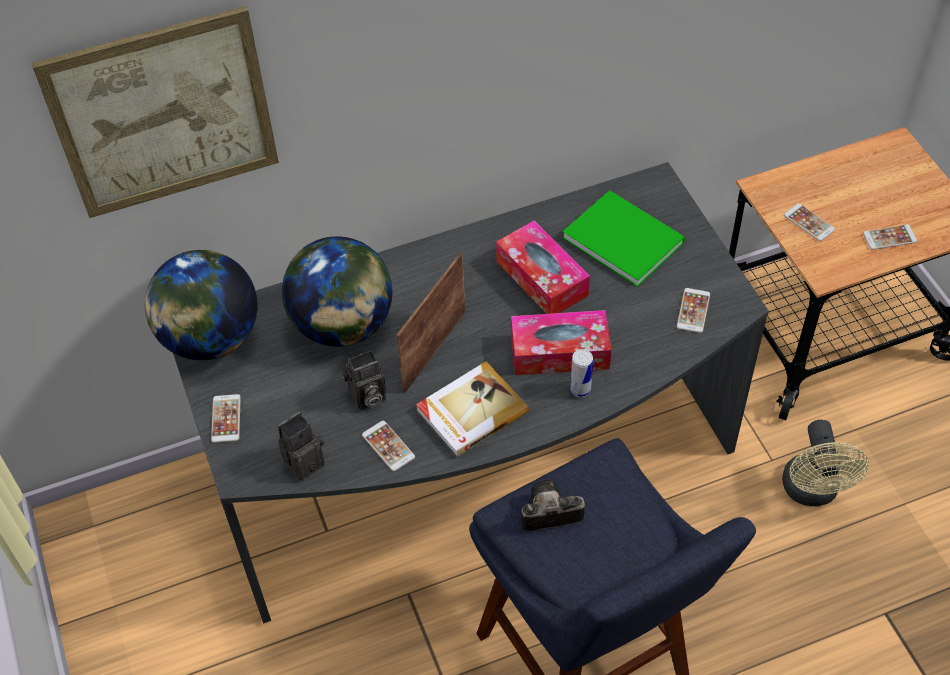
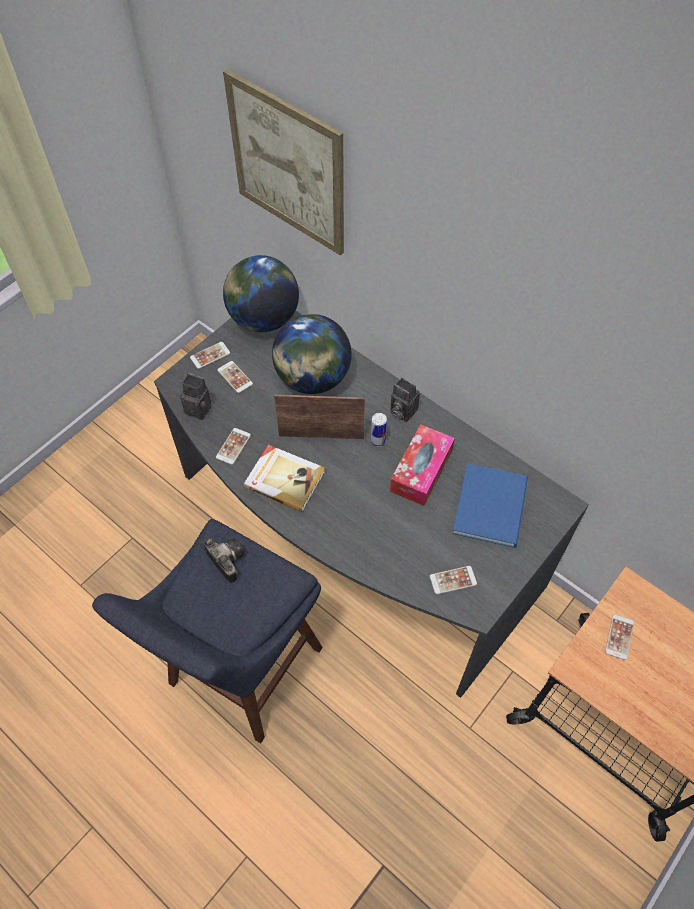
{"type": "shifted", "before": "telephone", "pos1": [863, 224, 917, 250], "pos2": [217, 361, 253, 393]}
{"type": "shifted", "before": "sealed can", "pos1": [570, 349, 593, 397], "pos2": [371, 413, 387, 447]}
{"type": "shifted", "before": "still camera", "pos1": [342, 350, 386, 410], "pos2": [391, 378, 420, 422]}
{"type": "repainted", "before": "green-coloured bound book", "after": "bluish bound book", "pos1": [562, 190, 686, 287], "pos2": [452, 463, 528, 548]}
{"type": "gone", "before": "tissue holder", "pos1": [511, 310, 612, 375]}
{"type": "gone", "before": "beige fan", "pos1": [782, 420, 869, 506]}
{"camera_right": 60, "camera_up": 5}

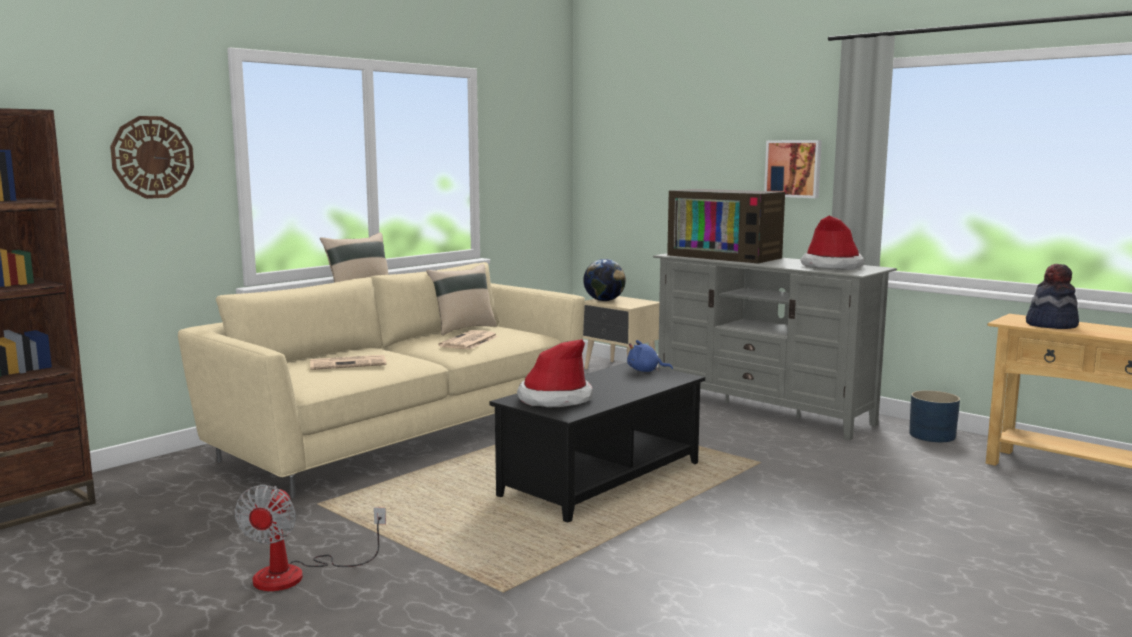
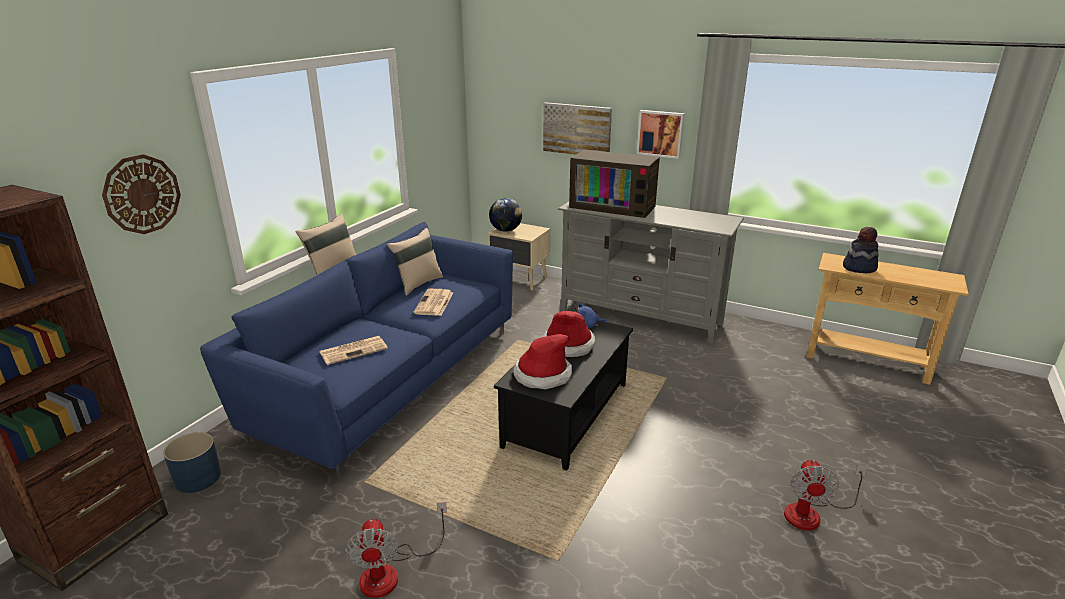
{"type": "shifted", "before": "bluish planter", "pos1": [909, 390, 960, 442], "pos2": [163, 432, 221, 493]}
{"type": "repainted", "before": "beige settee", "after": "bluish settee", "pos1": [178, 262, 585, 498], "pos2": [200, 222, 513, 478]}
{"type": "new", "after": "wall picture", "pos2": [543, 102, 612, 155]}
{"type": "shifted", "before": "hat", "pos1": [800, 215, 864, 270], "pos2": [543, 311, 595, 357]}
{"type": "new", "after": "fan", "pos2": [784, 460, 867, 530]}
{"camera_right": -15, "camera_up": 15}

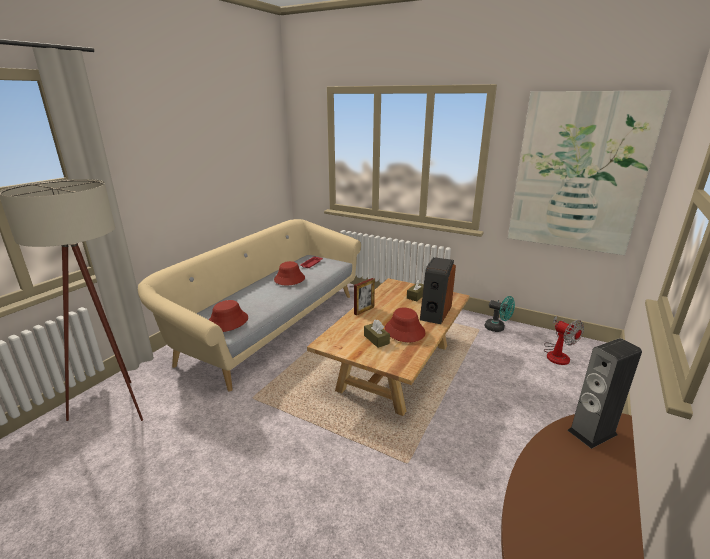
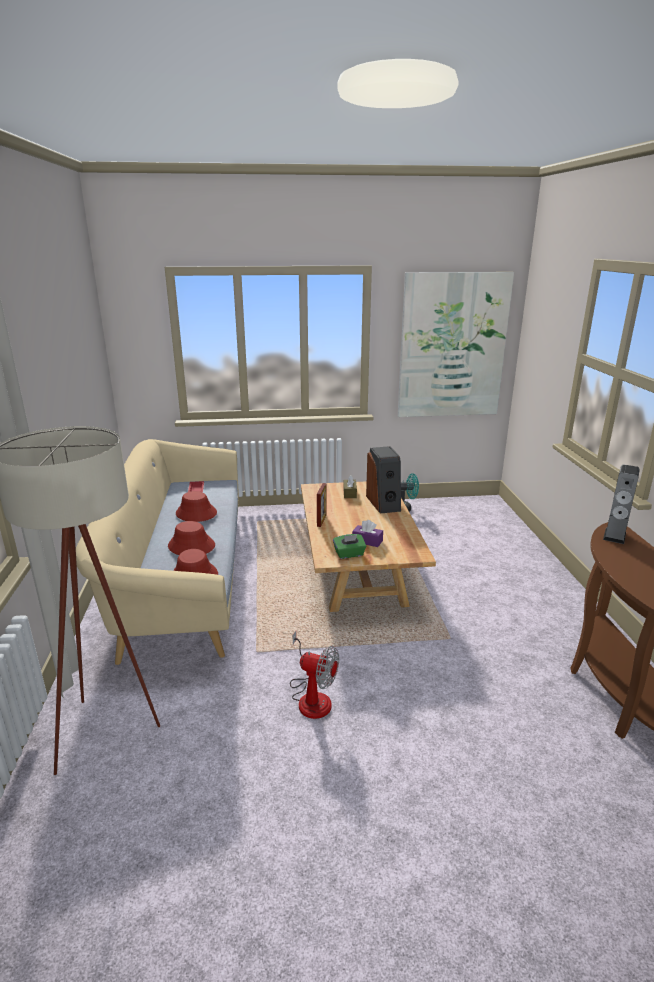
{"type": "shifted", "before": "red-coloured hat", "pos1": [385, 308, 425, 342], "pos2": [168, 521, 215, 555]}
{"type": "shifted", "before": "fan", "pos1": [544, 316, 584, 365], "pos2": [290, 631, 339, 719]}
{"type": "new", "after": "green-coloured tissue holder", "pos2": [333, 534, 367, 559]}
{"type": "repainted", "before": "brownish tissue holder", "after": "purple tissue holder", "pos1": [364, 319, 390, 348], "pos2": [352, 520, 383, 547]}
{"camera_right": -35, "camera_up": 0}

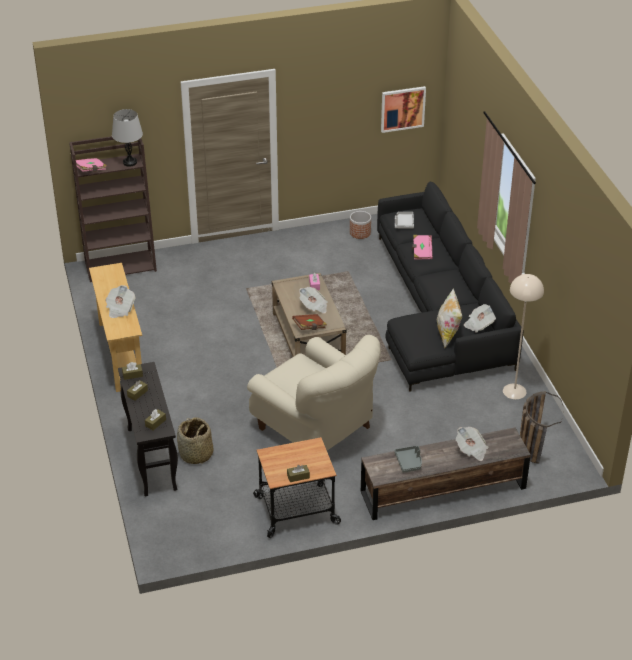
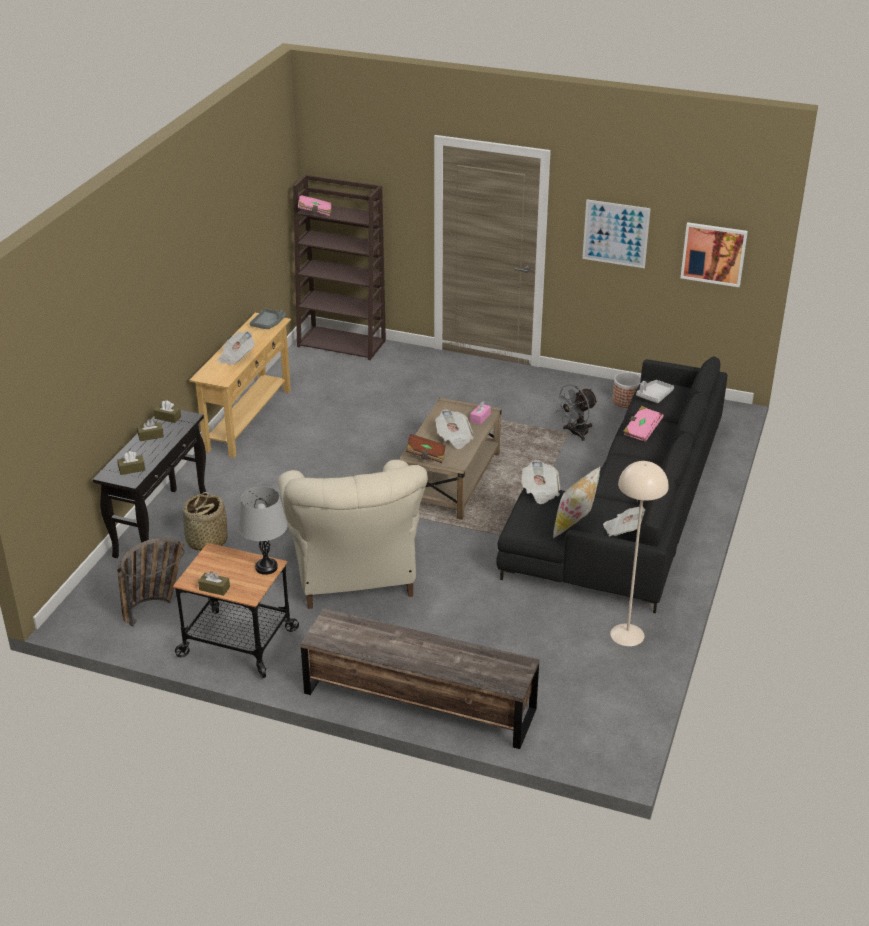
{"type": "shifted", "before": "storage basket", "pos1": [520, 391, 563, 464], "pos2": [117, 537, 185, 627]}
{"type": "shifted", "before": "gray lamp for a table", "pos1": [112, 109, 143, 167], "pos2": [238, 486, 288, 575]}
{"type": "shifted", "before": "gray carrying tray", "pos1": [394, 446, 422, 473], "pos2": [250, 308, 286, 329]}
{"type": "shifted", "before": "newspaper", "pos1": [456, 427, 488, 461], "pos2": [521, 460, 560, 504]}
{"type": "new", "after": "gray fan", "pos2": [554, 384, 598, 441]}
{"type": "new", "after": "wall picture", "pos2": [582, 199, 651, 268]}
{"camera_right": 35, "camera_up": -5}

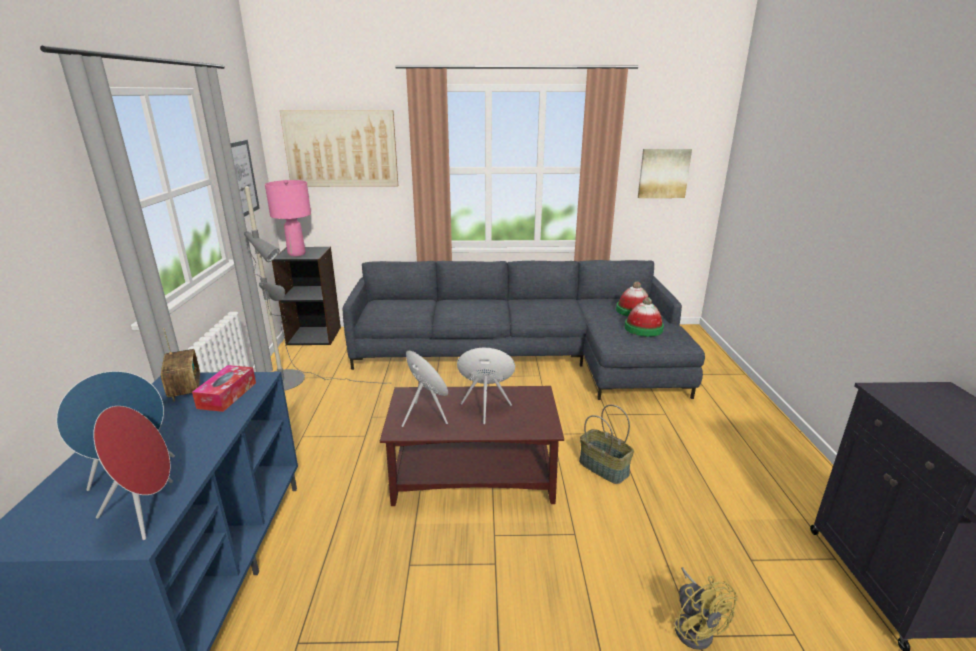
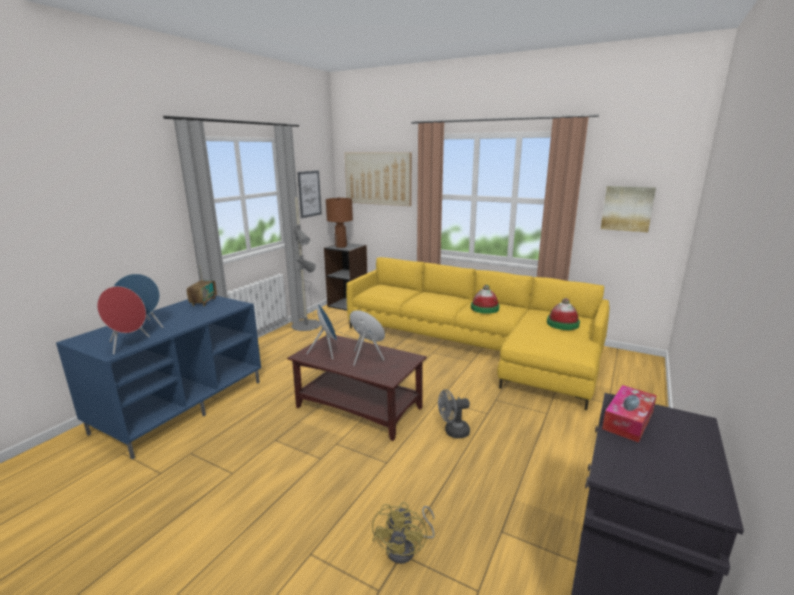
{"type": "repainted", "before": "pinkish lamp for a table", "after": "brownish lamp for a table", "pos1": [265, 180, 311, 256], "pos2": [326, 197, 353, 248]}
{"type": "repainted", "before": "gray settee", "after": "yellowish settee", "pos1": [343, 260, 705, 400], "pos2": [346, 257, 610, 410]}
{"type": "swapped", "before": "storage basket", "after": "gray fan", "pos1": [579, 405, 634, 484], "pos2": [438, 389, 470, 439]}
{"type": "shifted", "before": "hat", "pos1": [625, 297, 664, 337], "pos2": [471, 285, 499, 314]}
{"type": "shifted", "before": "tissue holder", "pos1": [192, 365, 256, 412], "pos2": [602, 385, 657, 443]}
{"camera_right": 30, "camera_up": -5}

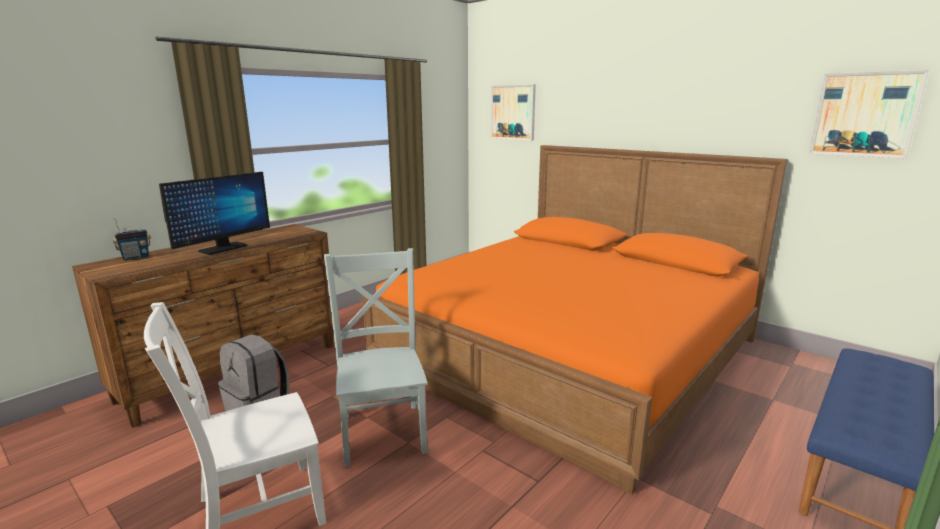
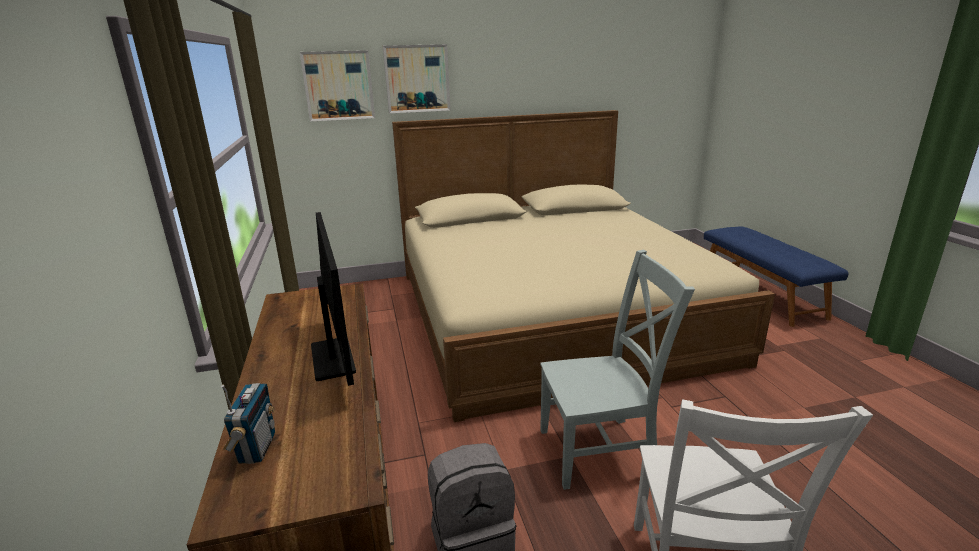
{"type": "shifted", "before": "wall picture", "pos1": [809, 70, 929, 159], "pos2": [383, 44, 450, 113]}
{"type": "repainted", "before": "orange sleeping bed", "after": "beige sleeping bed", "pos1": [362, 145, 787, 495], "pos2": [392, 110, 775, 422]}
{"type": "rotated", "before": "gray upright chair", "pos1": [324, 248, 428, 467], "pos2": [540, 250, 695, 490], "turn": 150}
{"camera_right": -55, "camera_up": 5}

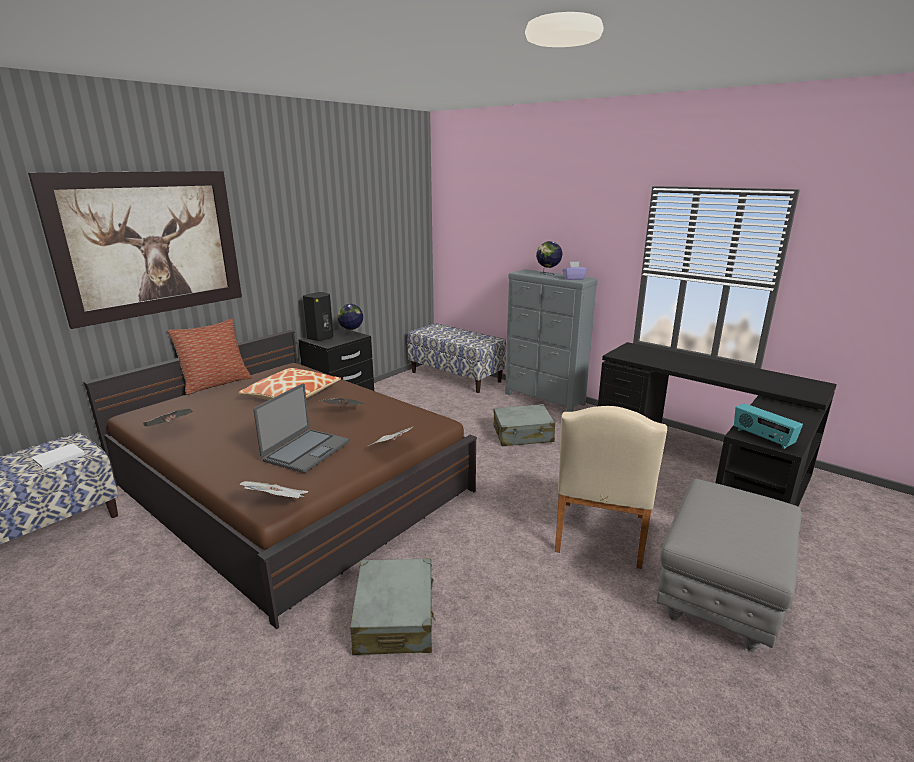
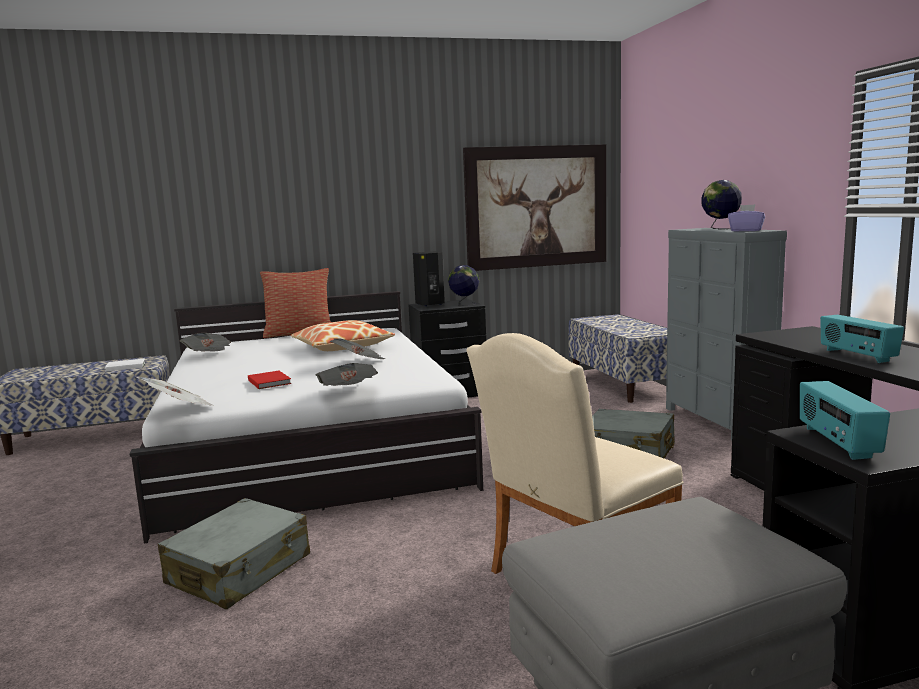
{"type": "repainted", "before": "brownish sleeping bed", "after": "white-coloured sleeping bed", "pos1": [83, 330, 477, 629], "pos2": [129, 291, 483, 543]}
{"type": "swapped", "before": "notebook computer", "after": "red-coloured bound book", "pos1": [253, 384, 349, 473], "pos2": [248, 371, 292, 389]}
{"type": "shifted", "before": "wall picture", "pos1": [28, 171, 242, 329], "pos2": [463, 144, 606, 271]}
{"type": "new", "after": "radio set", "pos2": [820, 315, 904, 363]}
{"camera_right": 35, "camera_up": -10}

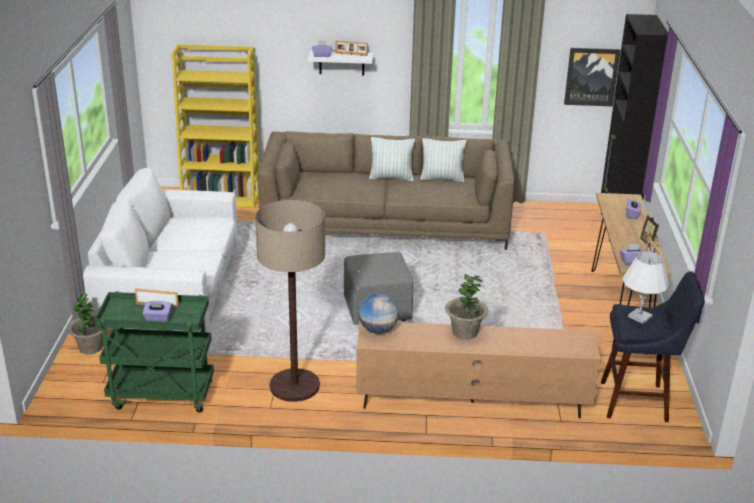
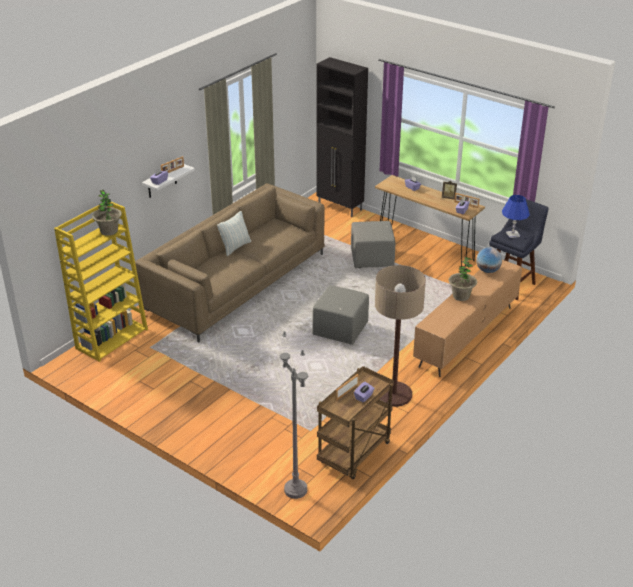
{"type": "shifted", "before": "potted plant", "pos1": [68, 293, 107, 354], "pos2": [92, 190, 122, 236]}
{"type": "new", "after": "gray floor lamp", "pos2": [280, 331, 308, 499]}
{"type": "repainted", "before": "green-coloured trolley", "after": "brownish trolley", "pos1": [94, 291, 214, 413], "pos2": [317, 366, 394, 479]}
{"type": "new", "after": "gray footrest", "pos2": [351, 221, 395, 268]}
{"type": "shifted", "before": "desk globe", "pos1": [358, 293, 399, 334], "pos2": [476, 247, 502, 273]}
{"type": "repainted", "before": "white-coloured lamp for a table", "after": "bluish lamp for a table", "pos1": [622, 252, 669, 324], "pos2": [502, 195, 530, 238]}
{"type": "gone", "before": "white-coloured settee", "pos1": [83, 168, 238, 332]}
{"type": "gone", "before": "throw pillow", "pos1": [420, 138, 467, 183]}
{"type": "gone", "before": "wall picture", "pos1": [564, 48, 621, 106]}
{"camera_right": -55, "camera_up": 5}

